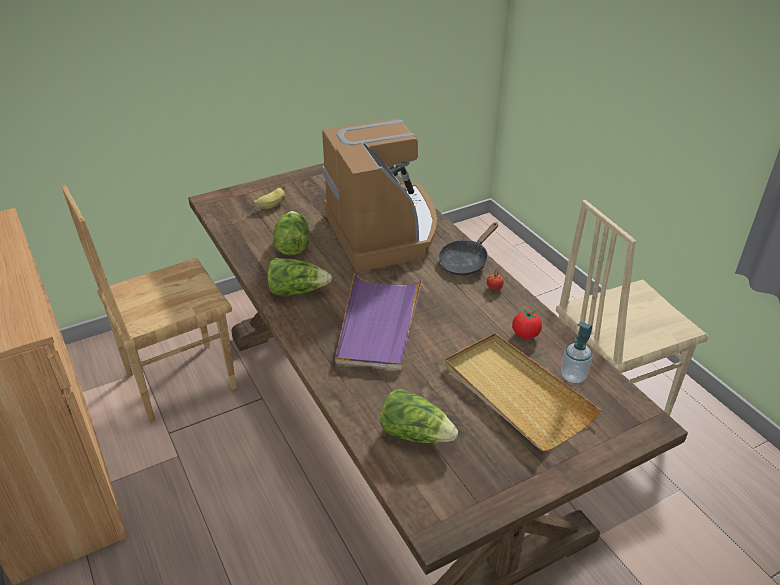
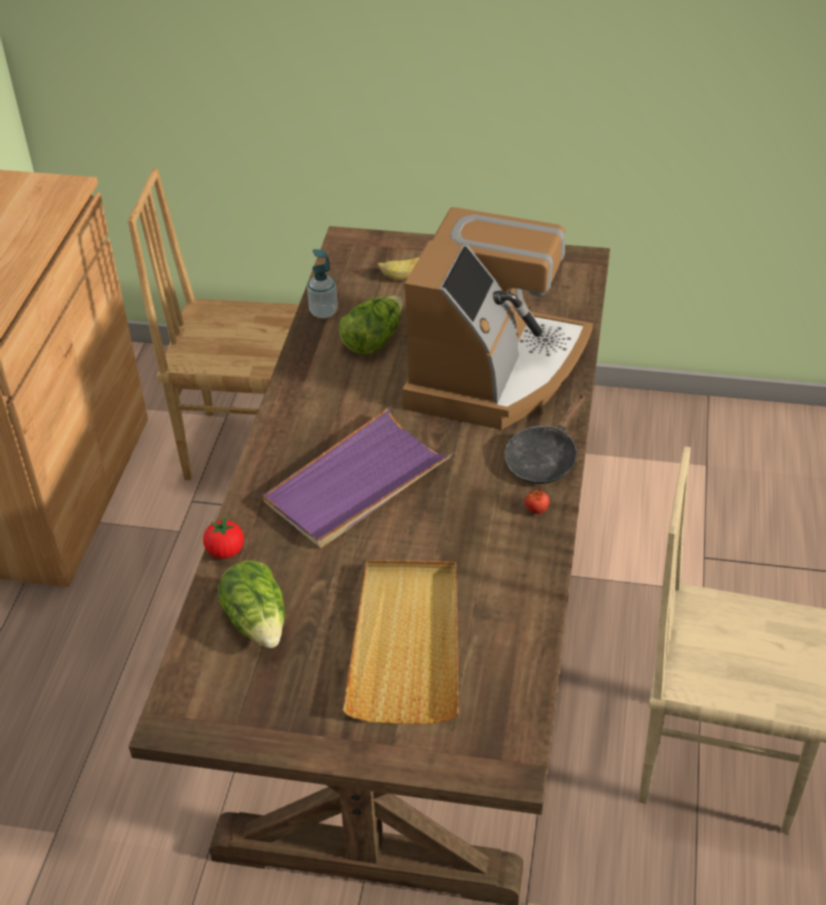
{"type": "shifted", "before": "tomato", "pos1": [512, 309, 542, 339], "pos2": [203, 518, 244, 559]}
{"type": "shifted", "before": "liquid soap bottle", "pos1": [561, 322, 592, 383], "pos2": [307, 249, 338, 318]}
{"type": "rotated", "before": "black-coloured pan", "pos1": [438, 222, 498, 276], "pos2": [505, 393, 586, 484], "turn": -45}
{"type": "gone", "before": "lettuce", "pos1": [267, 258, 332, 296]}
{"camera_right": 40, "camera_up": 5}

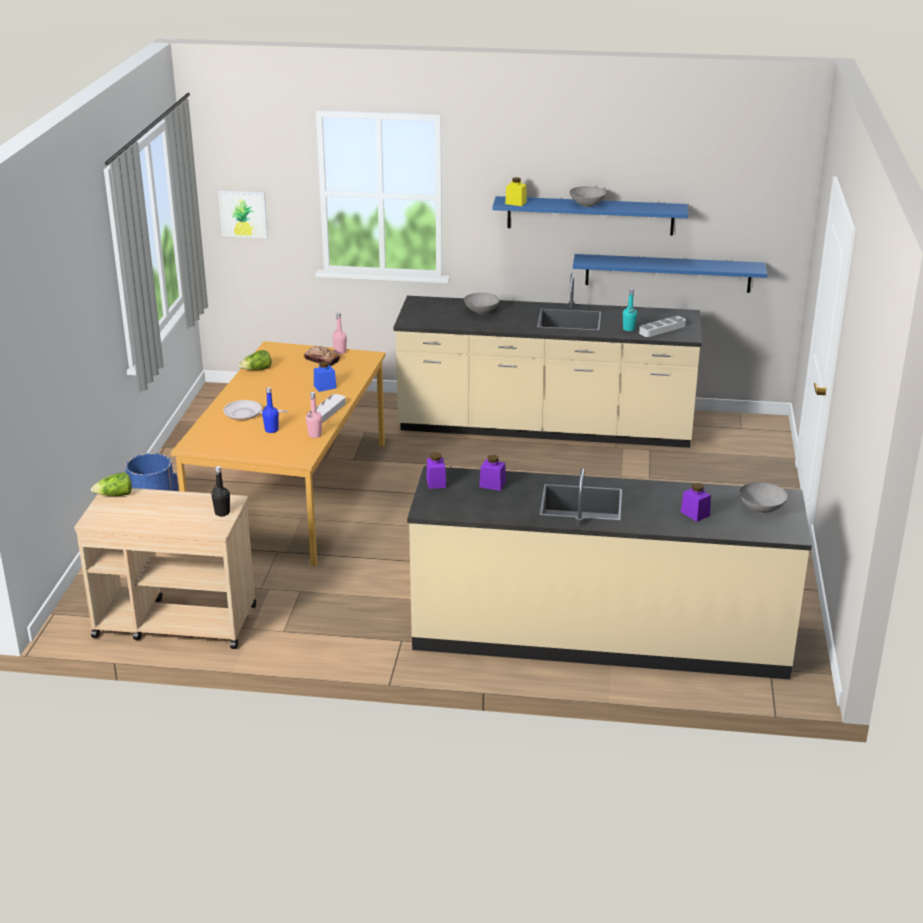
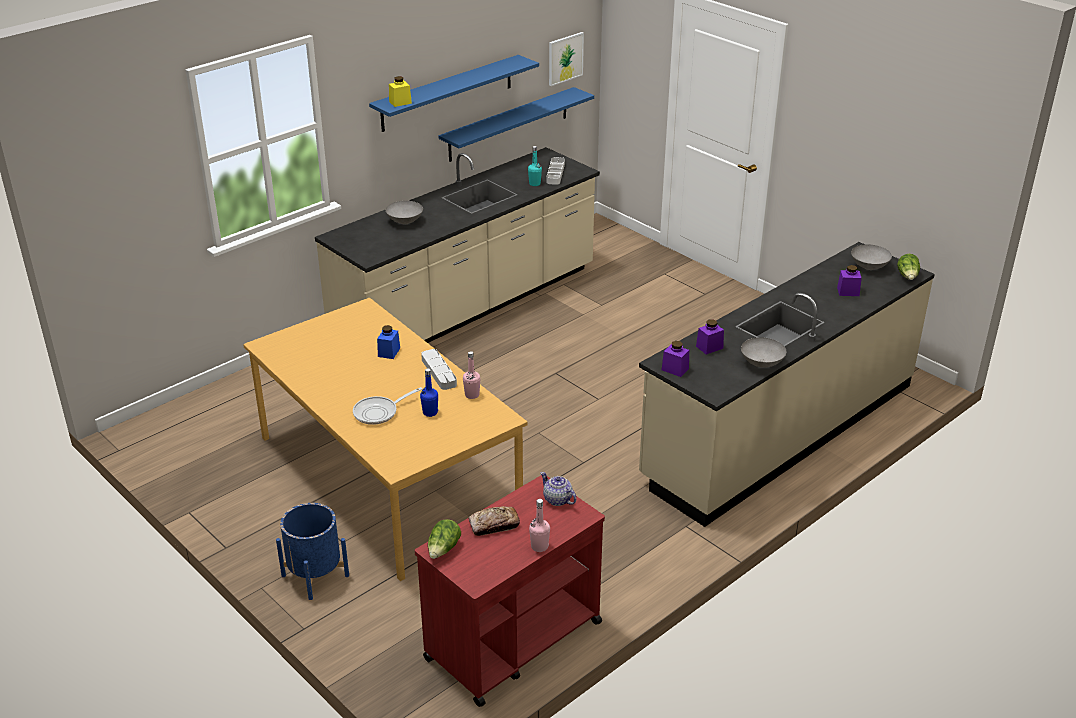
{"type": "repainted", "before": "beige trolley", "after": "red-coloured trolley", "pos1": [74, 488, 256, 649], "pos2": [415, 475, 605, 707]}
{"type": "shifted", "before": "bakery bread", "pos1": [304, 346, 340, 366], "pos2": [468, 506, 520, 536]}
{"type": "shifted", "before": "pinkish drink bottle", "pos1": [332, 313, 347, 354], "pos2": [529, 499, 550, 552]}
{"type": "swapped", "before": "black-coloured drink bottle", "after": "pot for tea", "pos1": [211, 466, 230, 516], "pos2": [540, 472, 577, 506]}
{"type": "shifted", "before": "wall picture", "pos1": [218, 191, 268, 238], "pos2": [549, 32, 584, 86]}
{"type": "shifted", "before": "gray serving bowl", "pos1": [570, 186, 606, 207], "pos2": [741, 337, 786, 368]}
{"type": "shifted", "before": "lettuce", "pos1": [239, 350, 272, 370], "pos2": [897, 254, 920, 280]}
{"camera_right": -50, "camera_up": 5}

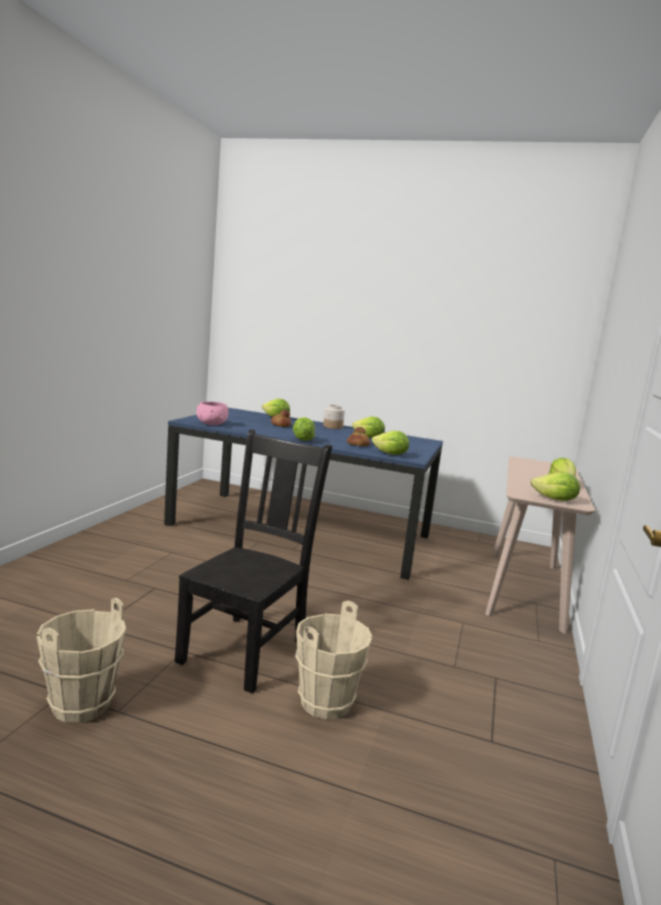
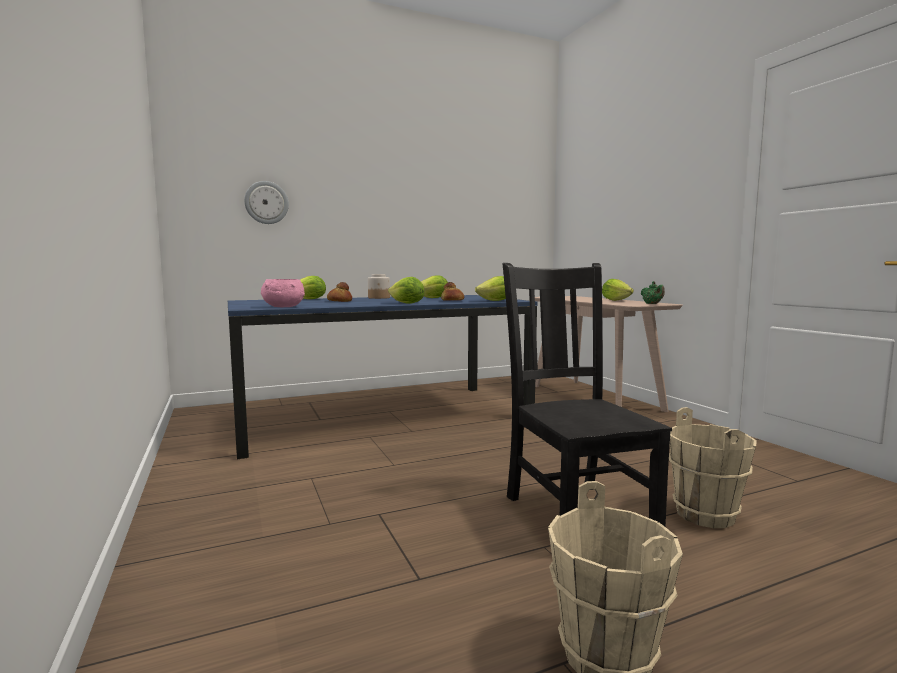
{"type": "new", "after": "clock on the wall", "pos2": [244, 181, 289, 224]}
{"type": "swapped", "before": "lettuce", "after": "green-coloured pot for tea", "pos1": [531, 472, 580, 501], "pos2": [641, 281, 665, 304]}
{"camera_right": -40, "camera_up": -5}

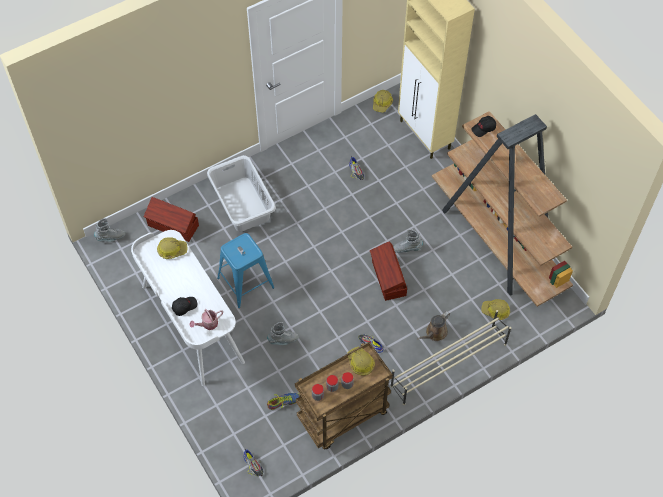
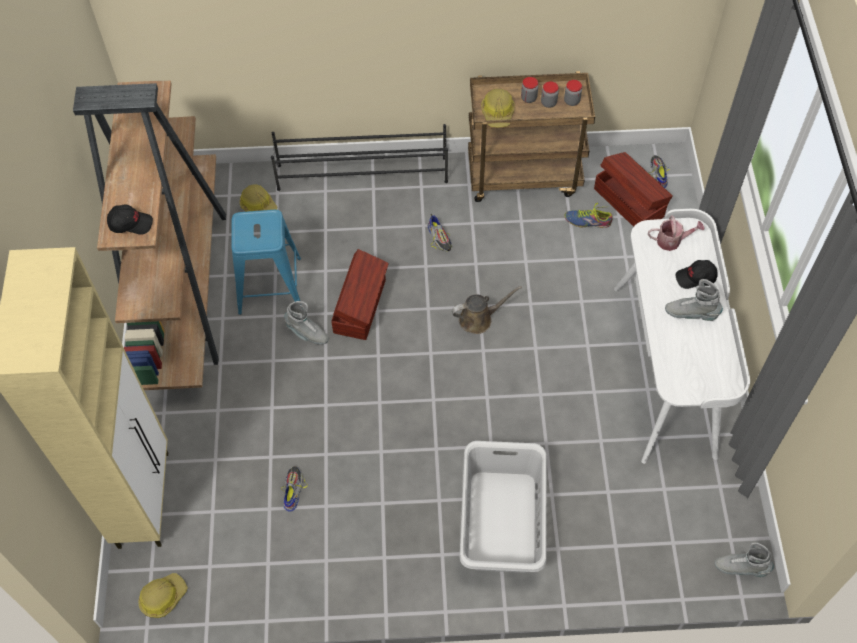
{"type": "shifted", "before": "bluish stool", "pos1": [217, 233, 274, 308], "pos2": [231, 210, 301, 315]}
{"type": "repainted", "before": "beige shoe stand", "after": "black-coloured shoe stand", "pos1": [390, 310, 511, 405], "pos2": [271, 124, 448, 191]}
{"type": "shifted", "before": "brownish watering pot", "pos1": [417, 311, 450, 341], "pos2": [452, 286, 522, 334]}
{"type": "shifted", "before": "brownish storage box", "pos1": [144, 197, 199, 242], "pos2": [594, 152, 672, 227]}
{"type": "shifted", "before": "gray boot", "pos1": [267, 322, 299, 345], "pos2": [665, 279, 723, 321]}
{"type": "gone", "before": "work helmet", "pos1": [157, 237, 188, 259]}
{"camera_right": -150, "camera_up": 0}

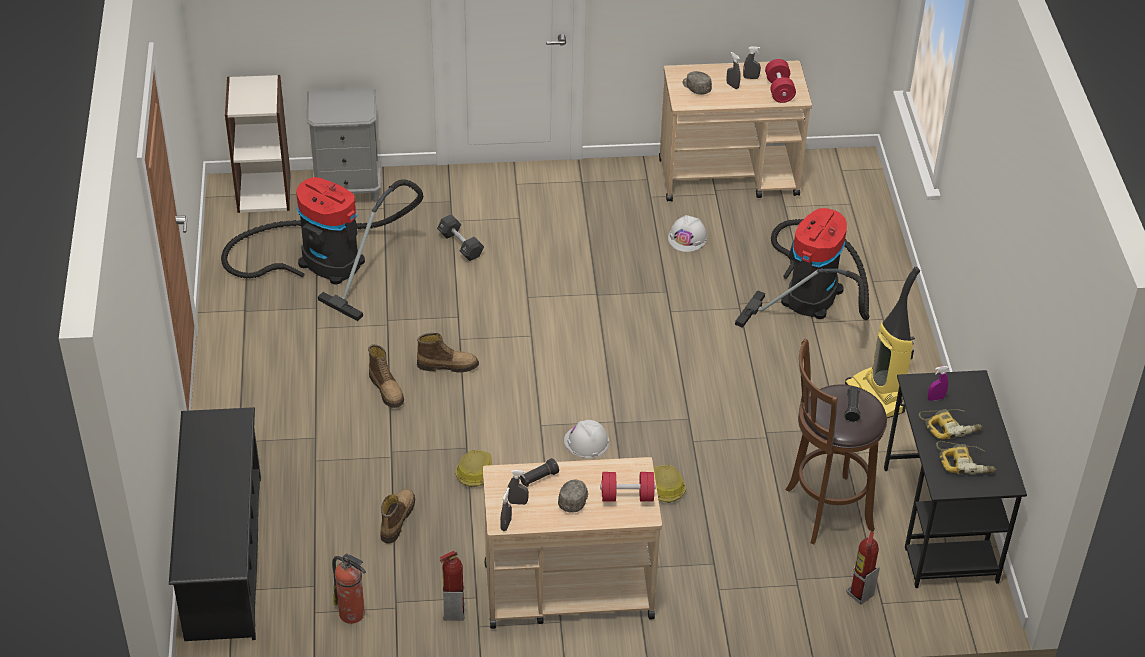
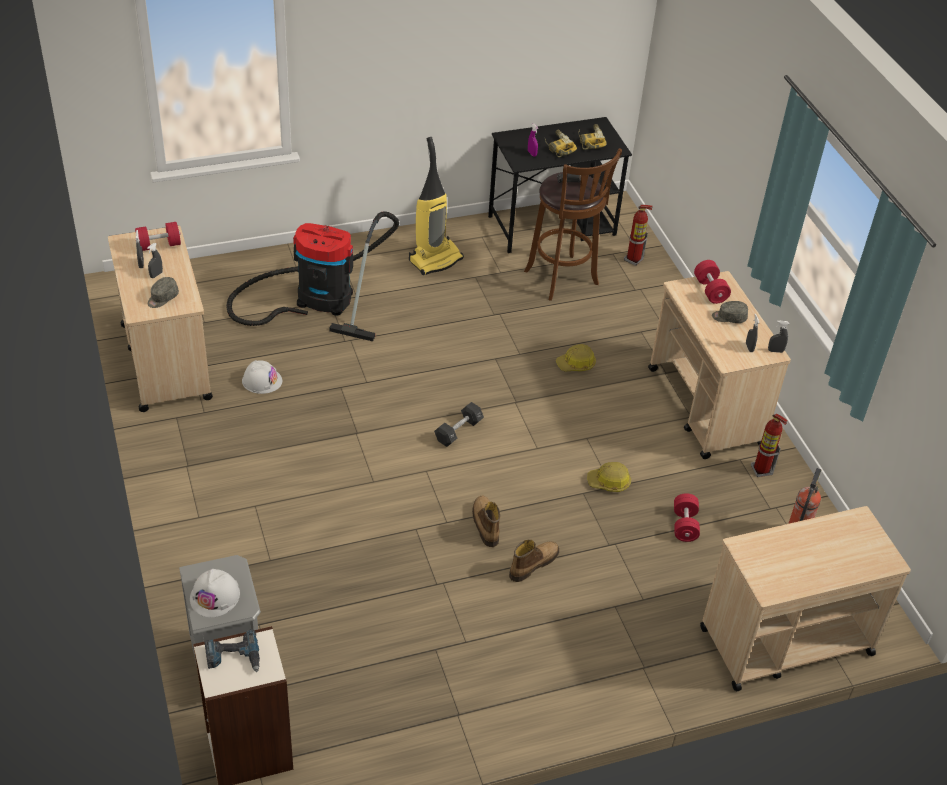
{"type": "shifted", "before": "white-coloured work helmet", "pos1": [564, 420, 609, 458], "pos2": [190, 569, 240, 618]}
{"type": "new", "after": "electric drill", "pos2": [204, 629, 260, 672]}
{"type": "shifted", "before": "black-coloured dumbbell", "pos1": [437, 214, 484, 261], "pos2": [434, 402, 484, 447]}
{"type": "swapped", "before": "boot", "after": "red-coloured dumbbell", "pos1": [380, 489, 415, 543], "pos2": [674, 493, 700, 542]}
{"type": "swapped", "before": "black-coloured shoe stand", "after": "beige trolley", "pos1": [169, 407, 261, 641], "pos2": [700, 506, 911, 691]}
{"type": "gone", "before": "vacuum cleaner", "pos1": [221, 177, 423, 321]}
{"type": "gone", "before": "black-coloured hand torch", "pos1": [520, 458, 559, 487]}
{"camera_right": -105, "camera_up": 0}

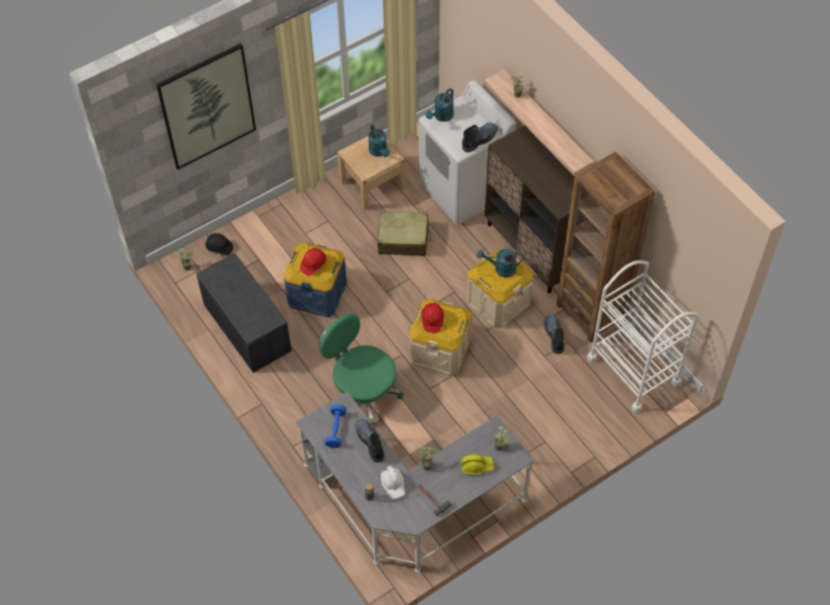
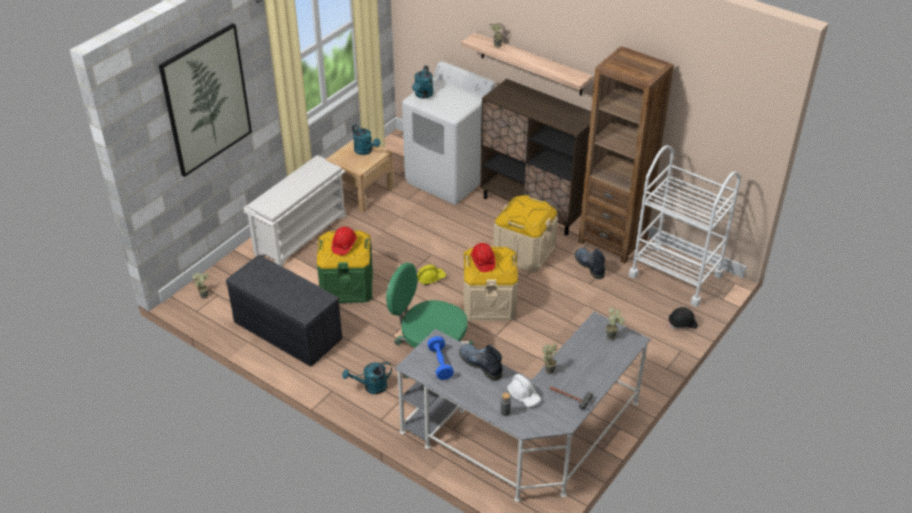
{"type": "new", "after": "white-coloured shoe stand", "pos2": [243, 155, 346, 267]}
{"type": "repainted", "before": "bluish storage box", "after": "green-coloured storage box", "pos1": [284, 242, 347, 317], "pos2": [317, 230, 373, 303]}
{"type": "shifted", "before": "blue-green watering pot", "pos1": [477, 249, 522, 277], "pos2": [343, 362, 392, 394]}
{"type": "shifted", "before": "yellowish work helmet", "pos1": [461, 454, 494, 475], "pos2": [417, 265, 446, 285]}
{"type": "shifted", "before": "black-coloured work helmet", "pos1": [205, 233, 233, 255], "pos2": [668, 307, 698, 329]}
{"type": "gone", "before": "beige suitcase", "pos1": [377, 211, 431, 256]}
{"type": "gone", "before": "boot", "pos1": [462, 122, 498, 152]}
{"camera_right": -20, "camera_up": -15}

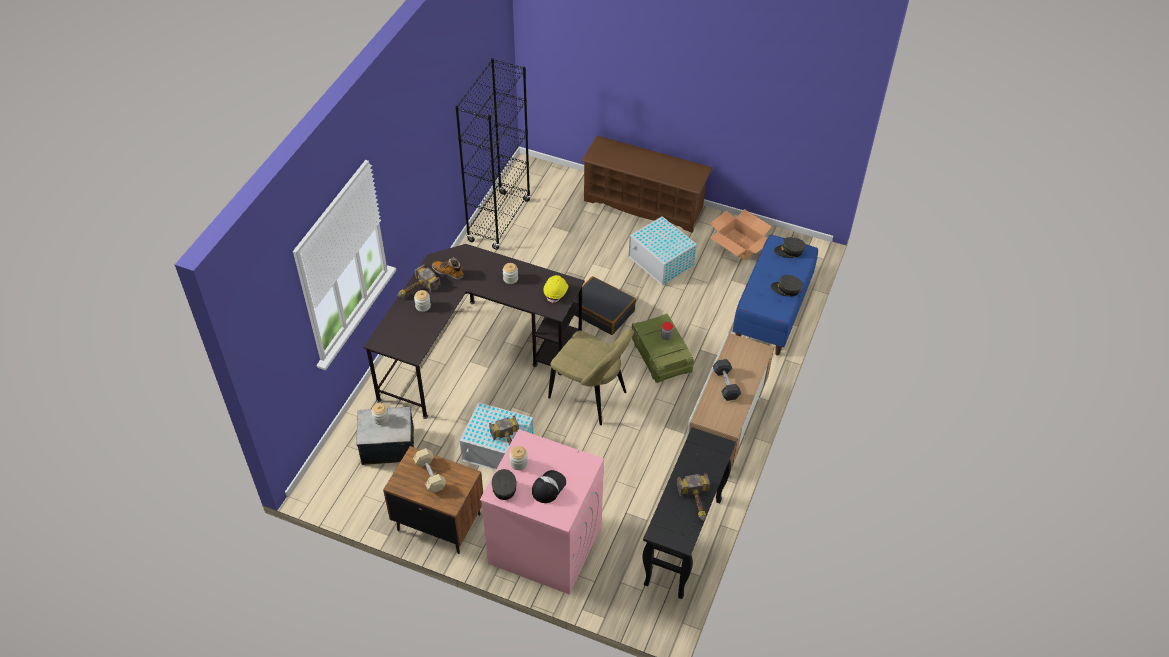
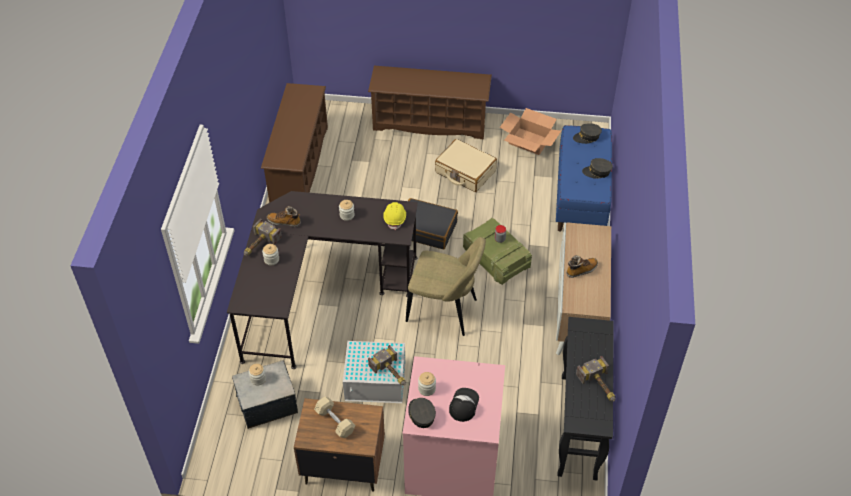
{"type": "swapped", "before": "black-coloured shelving unit", "after": "brownish shoe stand", "pos1": [455, 58, 531, 250], "pos2": [261, 83, 328, 203]}
{"type": "swapped", "before": "white-coloured storage box", "after": "beige suitcase", "pos1": [629, 216, 697, 285], "pos2": [435, 139, 497, 192]}
{"type": "swapped", "before": "gray dumbbell", "after": "boot", "pos1": [713, 359, 741, 401], "pos2": [566, 255, 598, 278]}
{"camera_right": -15, "camera_up": 0}

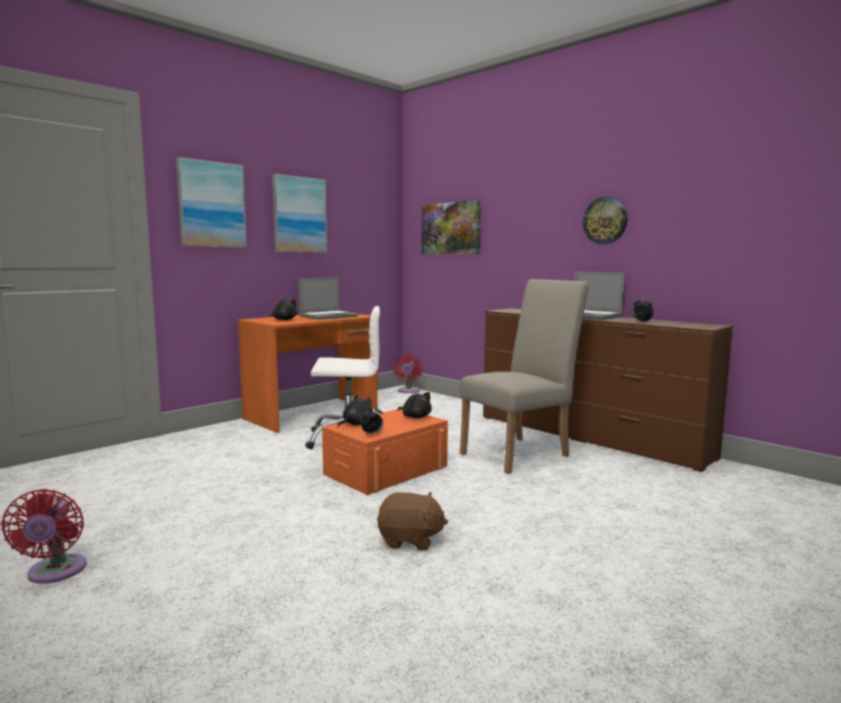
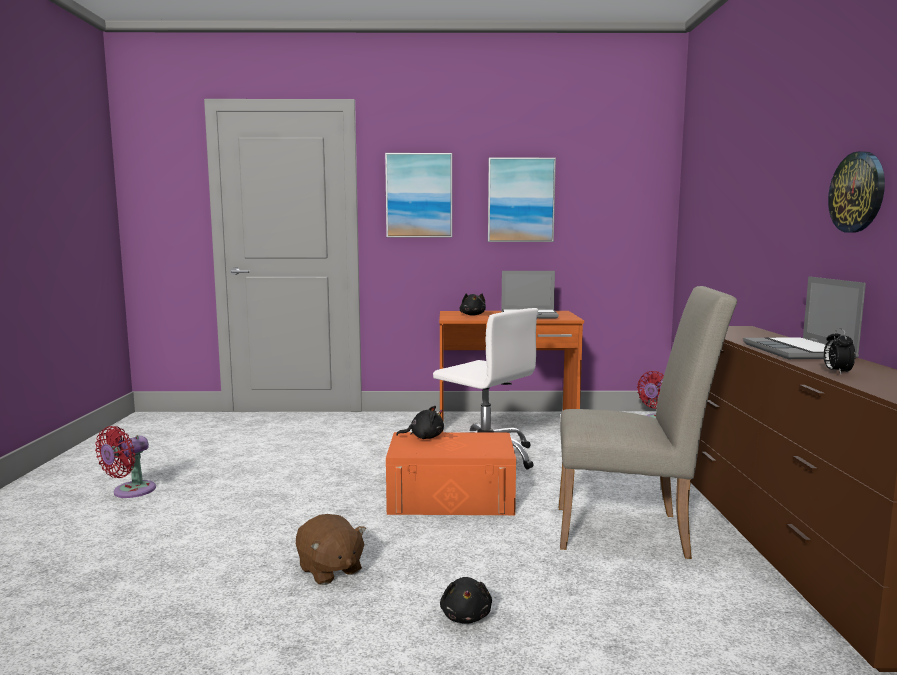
{"type": "shifted", "before": "black-coloured soft toy", "pos1": [398, 392, 432, 418], "pos2": [440, 577, 492, 624]}
{"type": "gone", "before": "bedside clock", "pos1": [361, 406, 383, 435]}
{"type": "gone", "before": "wall picture", "pos1": [421, 200, 481, 254]}
{"camera_right": 45, "camera_up": 0}

